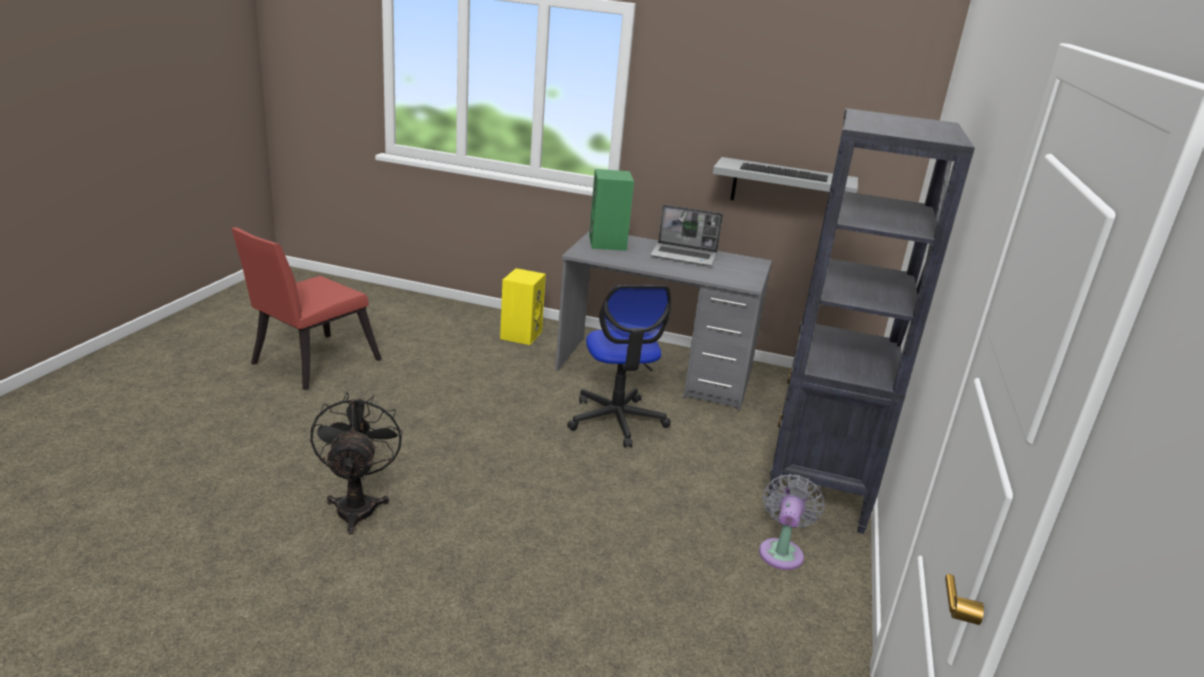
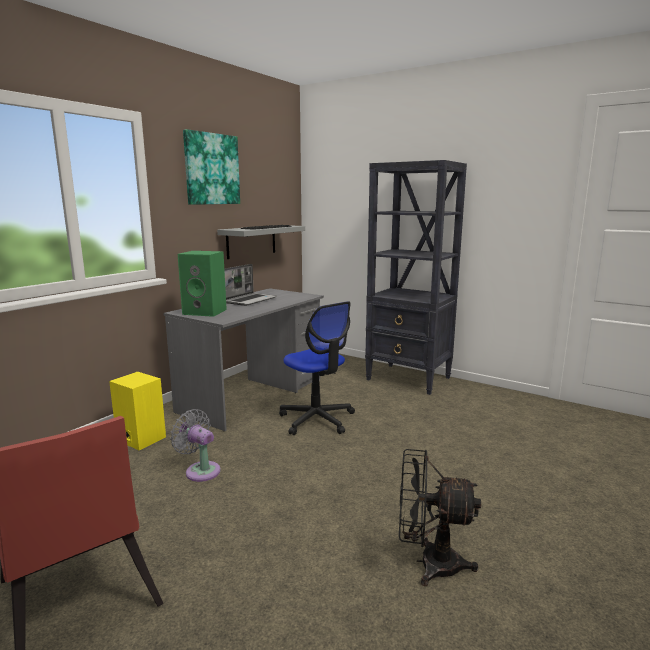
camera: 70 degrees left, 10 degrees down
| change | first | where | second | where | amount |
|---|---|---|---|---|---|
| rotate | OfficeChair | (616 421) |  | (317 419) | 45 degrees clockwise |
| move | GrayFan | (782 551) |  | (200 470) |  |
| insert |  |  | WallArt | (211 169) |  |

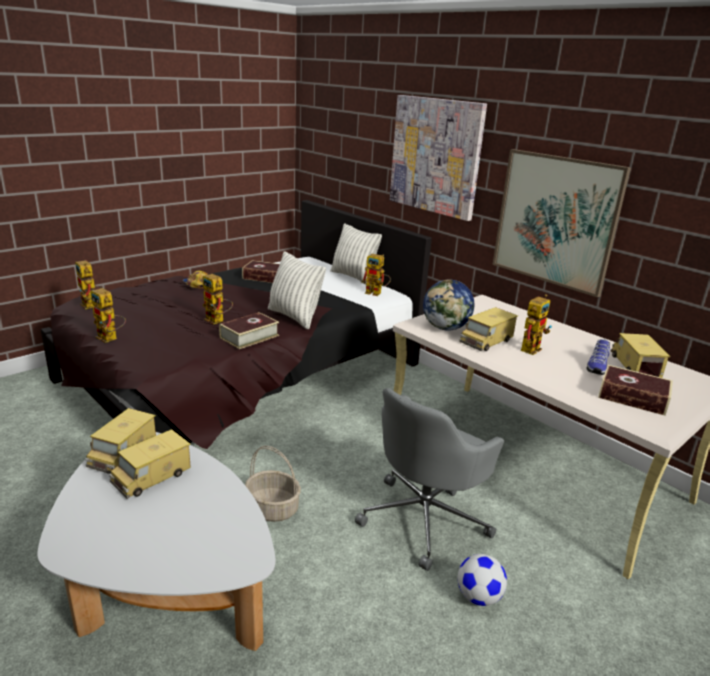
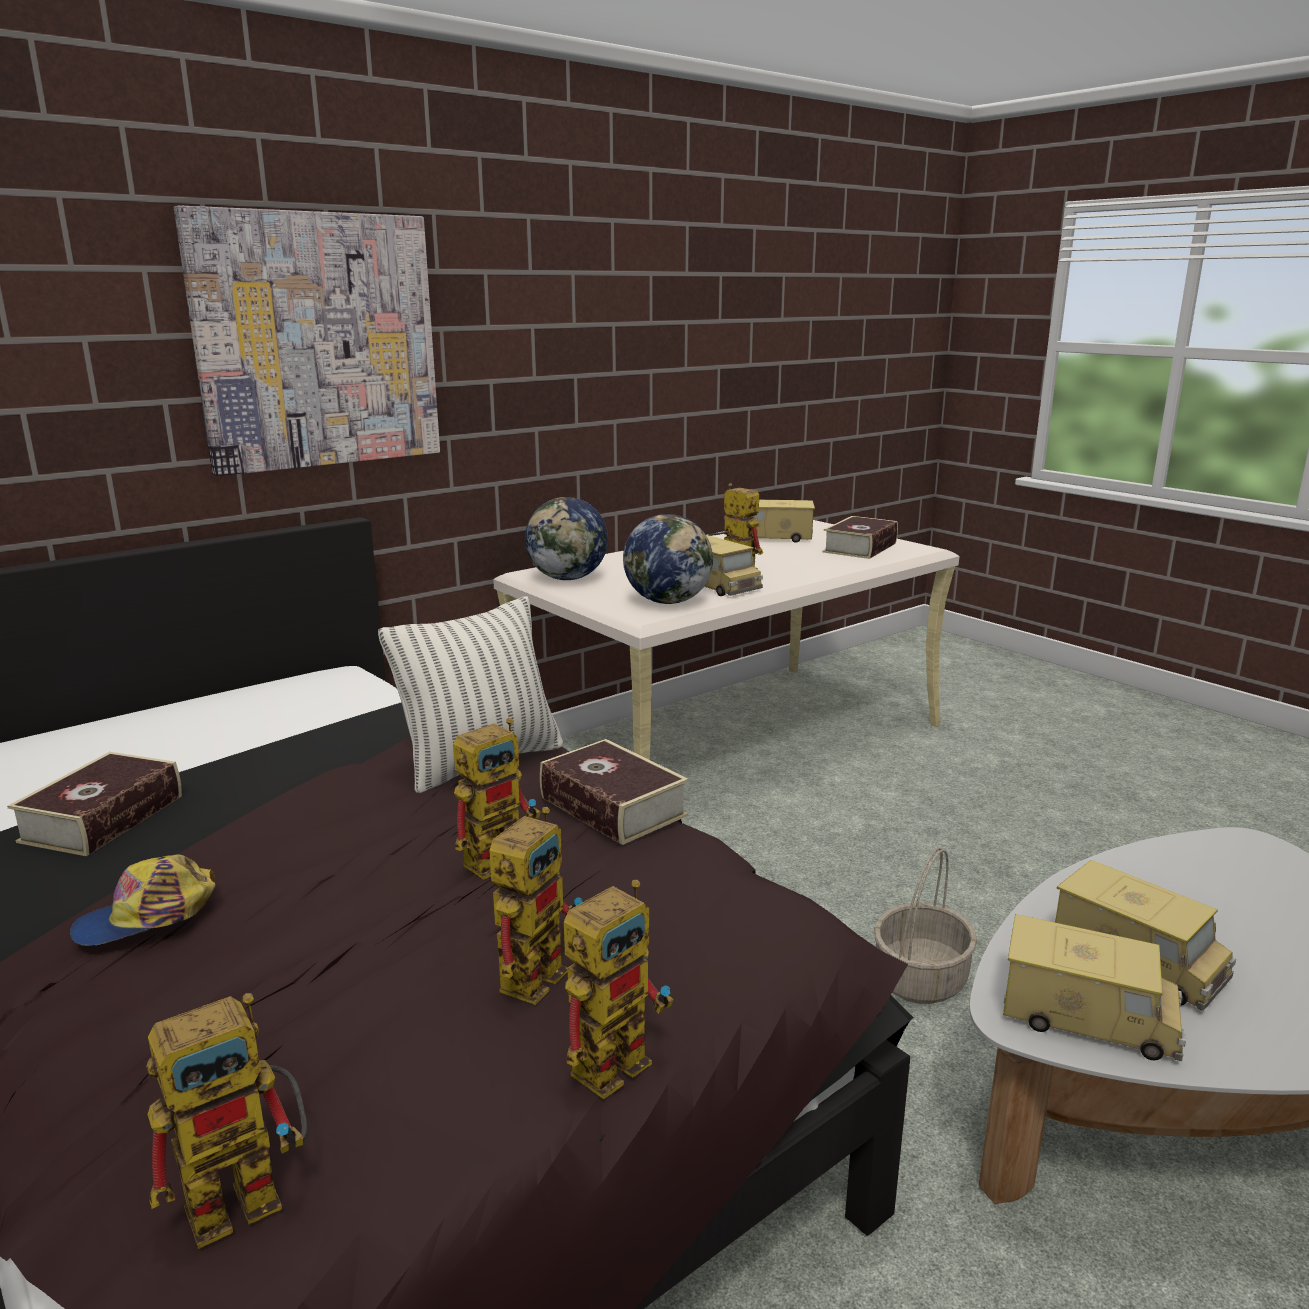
camera: 85 degrees left, 5 degrees down
| change | first | where | second | where | amount |
|---|---|---|---|---|---|
| delete | Pillow | (353 277) |  |  |  |
| delete | GrayOfficeChair | (425 518) |  |  |  |
| move | ModelRobot | (376 293) |  | (537 970) |  |
| delete | BallForFootball | (478 597) |  |  |  |
| delete | WallArt | (555 220) |  |  |  |
| delete | Shoe | (596 366) |  |  |  |
| insert |  |  | Globe | (568 578) |  |

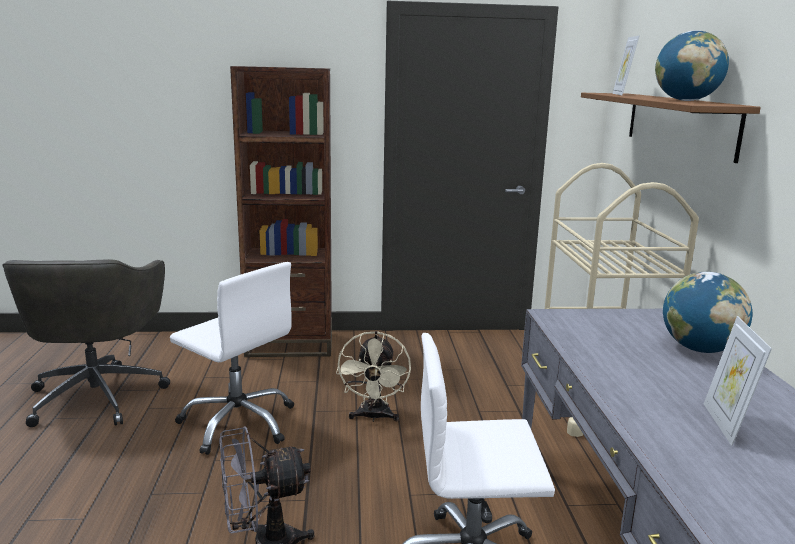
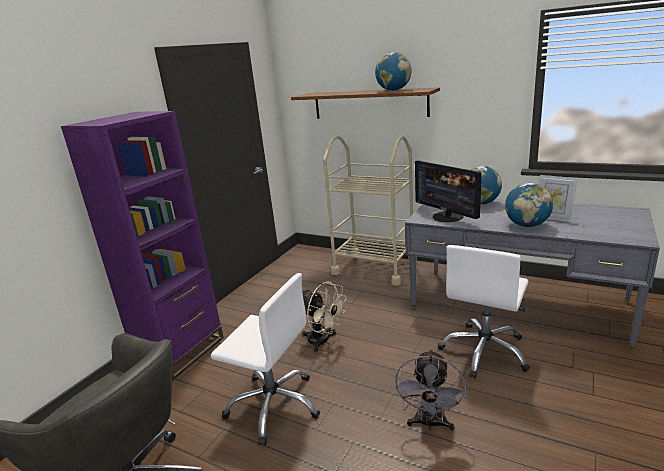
camera: 55 degrees left, 5 degrees up
| change | first | where | second | where | amount |
|---|---|---|---|---|---|
| rotate | WhiteColouredOfficeChair | (238 423) |  | (274 405) | 45 degrees clockwise |
| recolor | BrownishBookcase | (290 345) | PurpleBookcase | (181 352) |  |
| delete | StandingFrame | (621 94) |  |  |  |
| insert |  |  | ComputerScreen | (447 217) |  |
| insert |  |  | Globe | (527 225) |  |

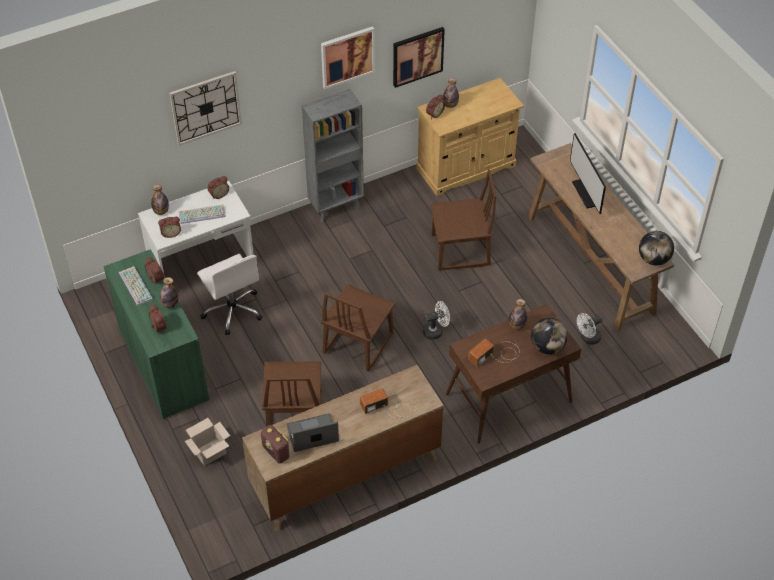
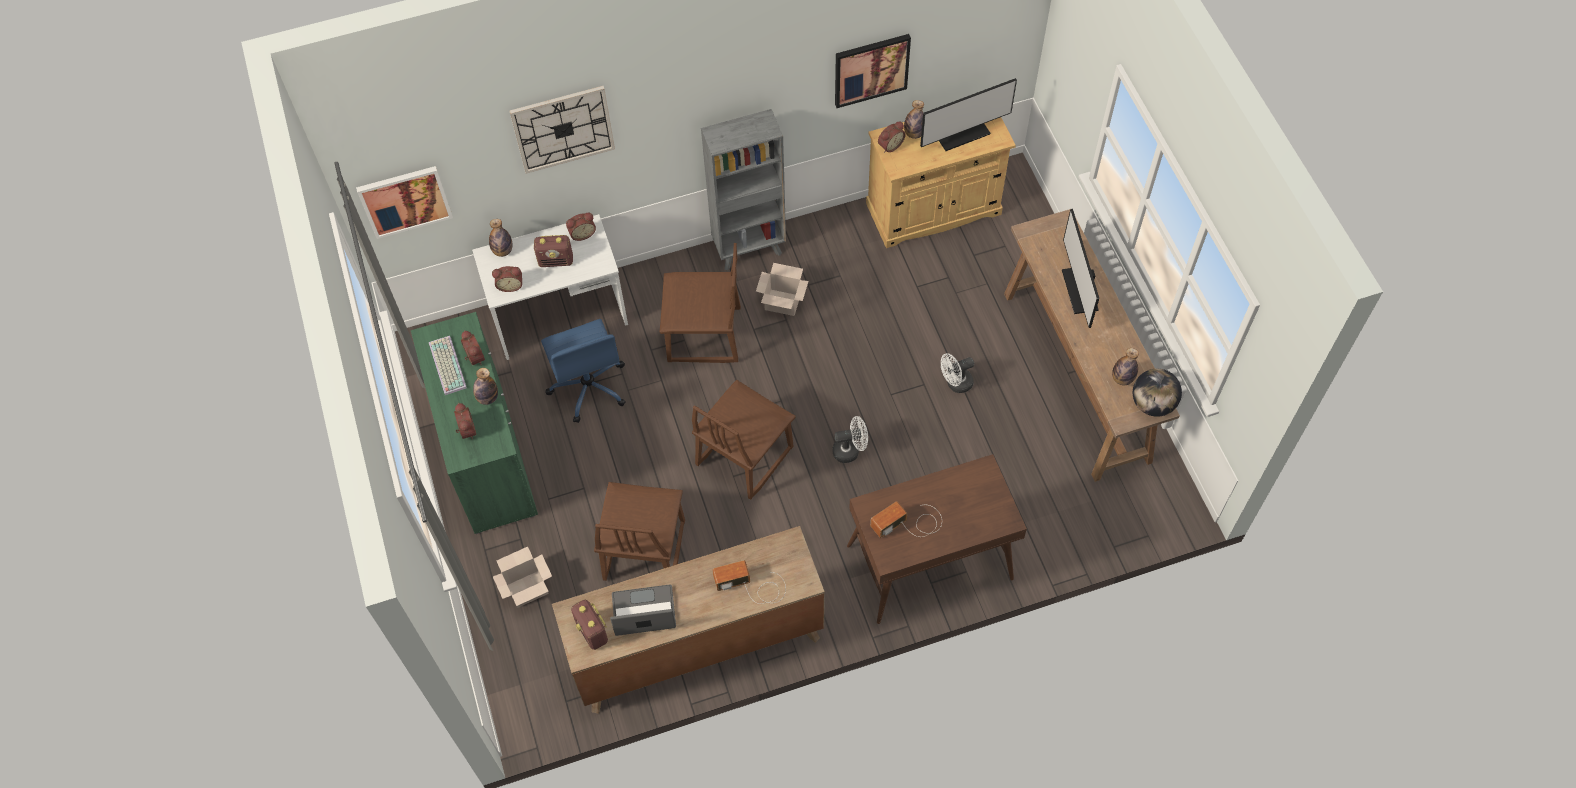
camera: 10 degrees right, 10 degrees up
| change | first | where | second | where | amount |
|---|---|---|---|---|---|
| replace | PcKeyboard | (202 214) | RadioReceiver | (556 261) |  |
| recolor | WhiteColouredOfficeChair | (233 310) | BlueOfficeChair | (589 387) |  |
| move | WallArt | (347 56) |  | (405 200) |  |
| move | BrownishChair | (460 251) |  | (704 336) |  |
| move | BeverageBottle | (516 326) |  | (1122 379) |  |
| delete | Globe | (547 347) |  |  |  |
| move | WhiteColouredFan | (588 338) |  | (955 384) |  |
| insert |  |  | CardboardBox | (783 302) |  |
| insert |  |  | ComputerScreen | (962 134) |  |

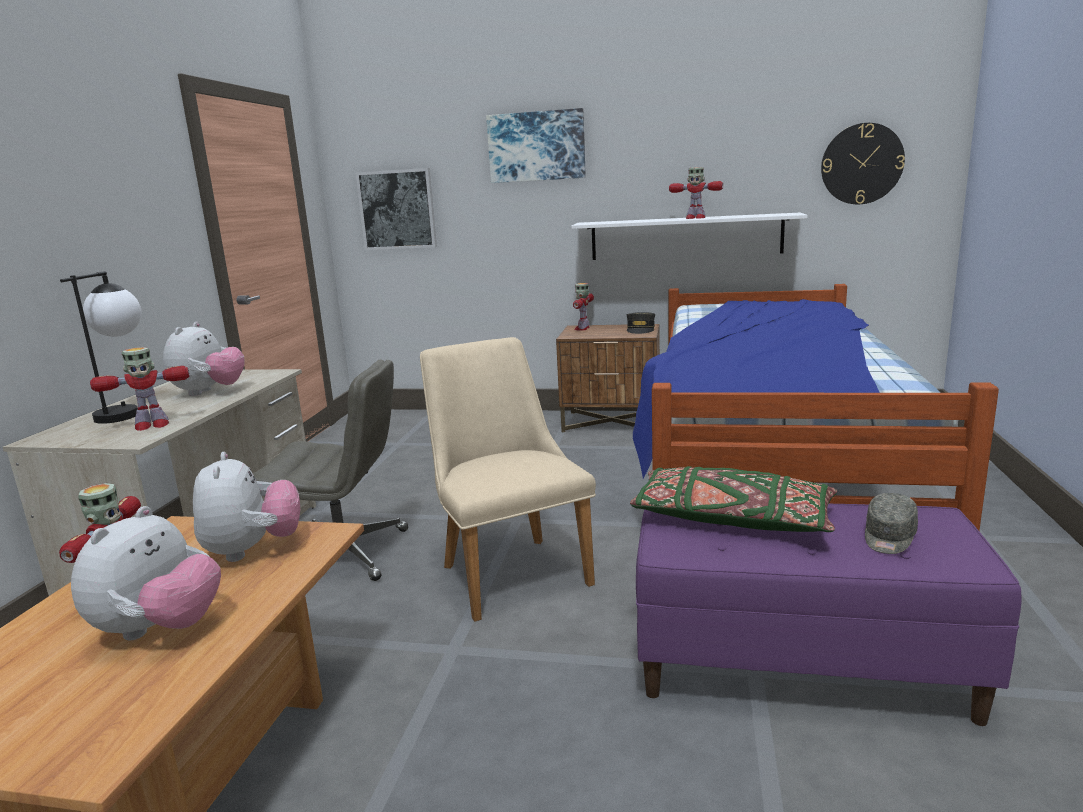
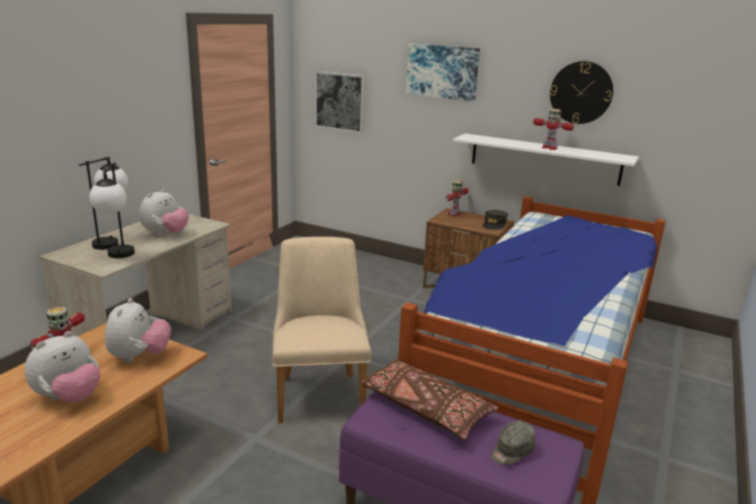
camera: 15 degrees right, 5 degrees up
| change | first | where | second | where | amount |
|---|---|---|---|---|---|
| replace | ModelRobot | (151 425) | TabletopLamp | (118 257) |  |
| delete | GrayOfficeChair | (345 554) |  |  |  |
| recolor | GreenishPillow | (731 519) | BrownishPillow | (425 408) |  |
| move | ClockOnTheWall | (862 164) |  | (581 92) |  |

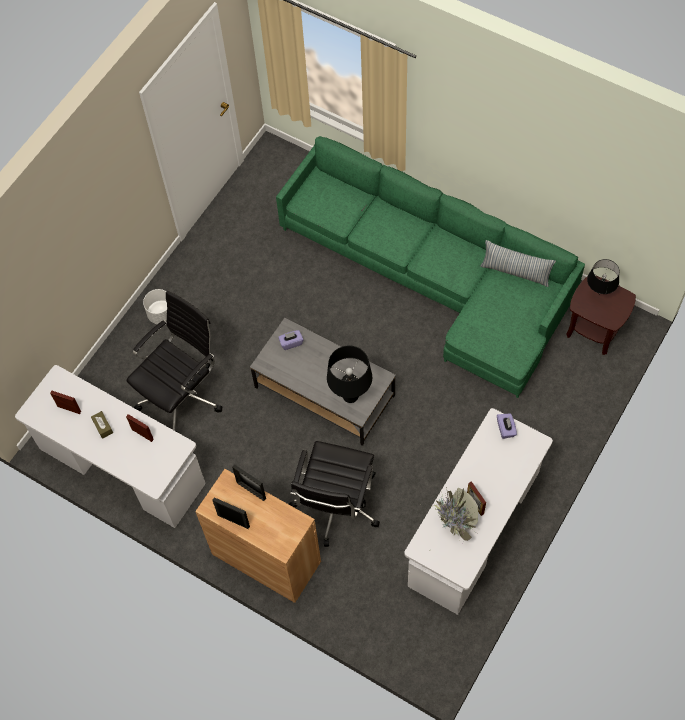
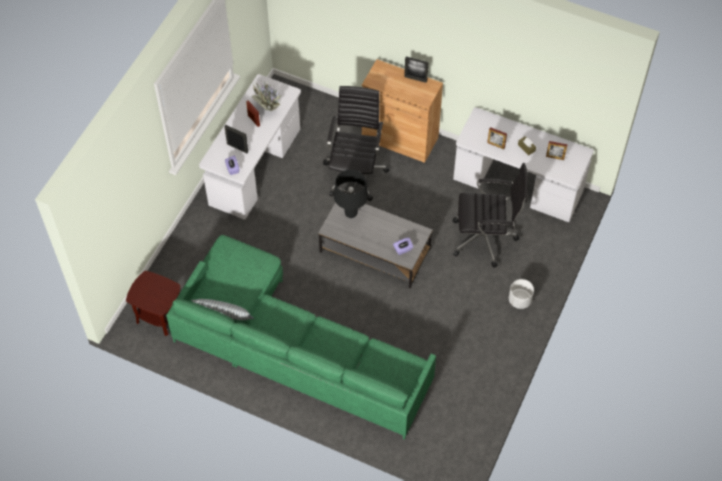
camera: 170 degrees right, 5 degrees down
| change | first | where | second | where | amount |
|---|---|---|---|---|---|
| rotate | BlackishOfficeChair | (182 395) |  | (485 238) | 120 degrees counterclockwise |
| move | StandingFrame | (251 490) |  | (237 148) |  |
| delete | BlackishTabletopLamp | (598 295) |  |  |  |

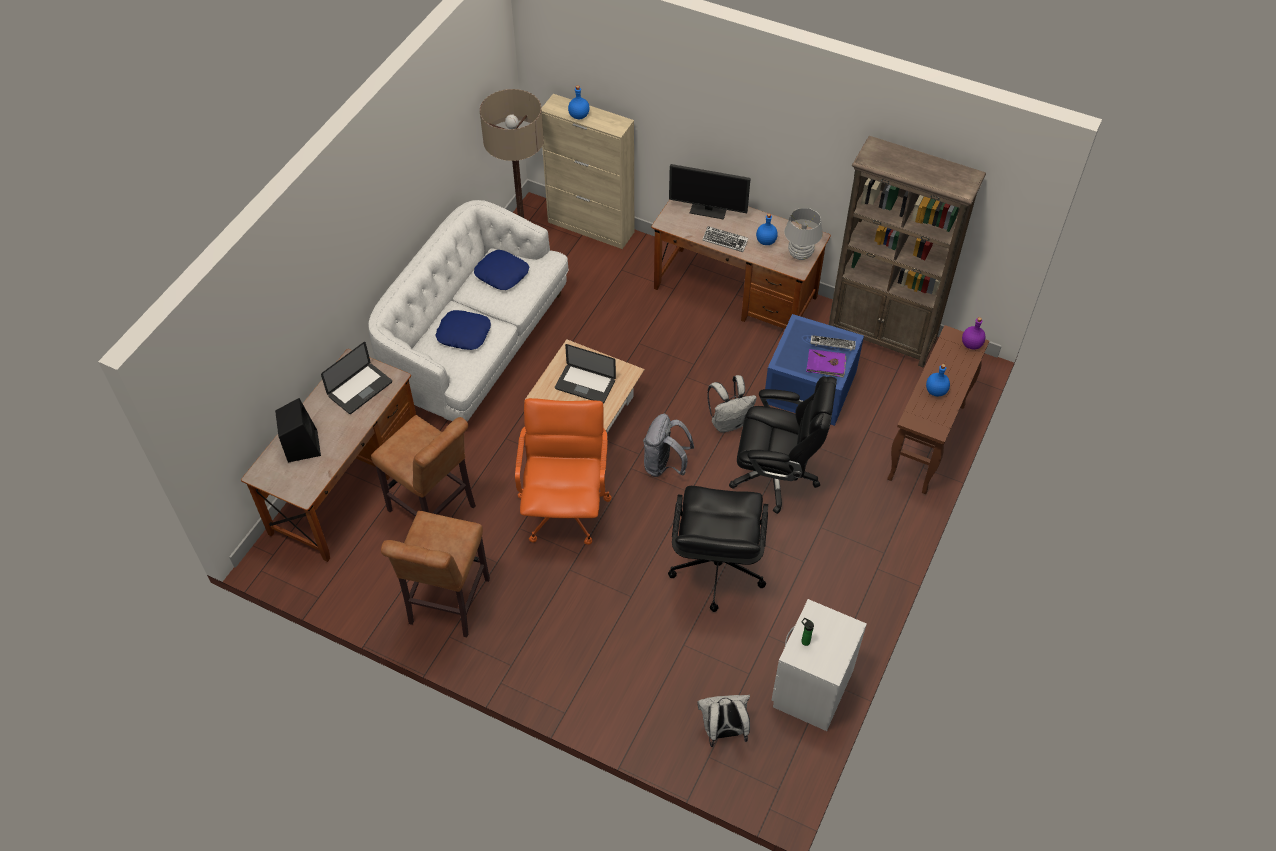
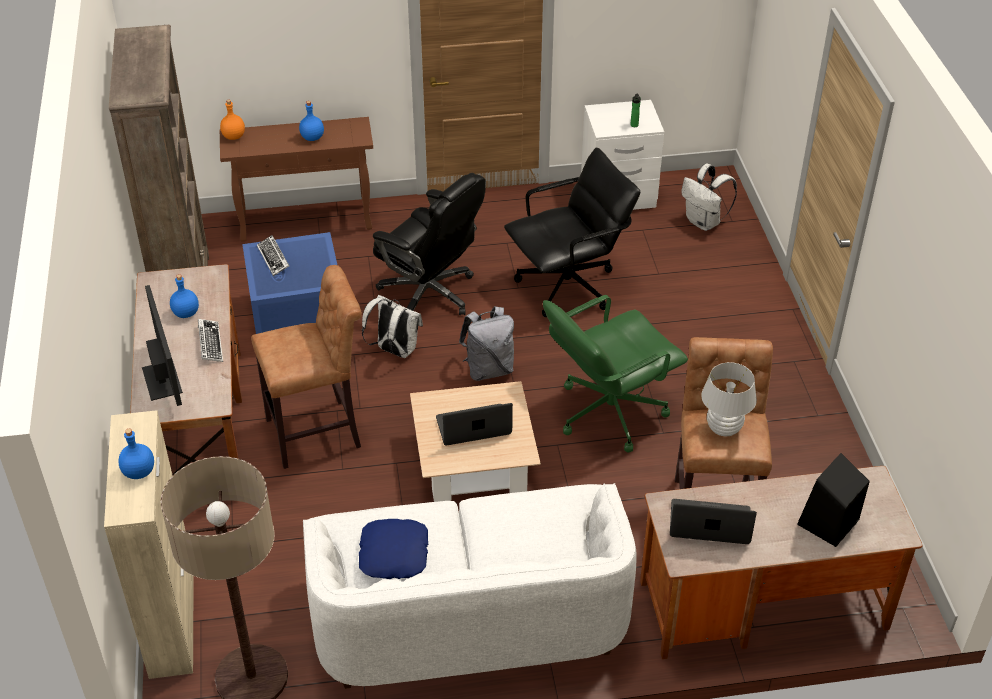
camera: 125 degrees left, 10 degrees down
| change | first | where | second | where | amount |
|---|---|---|---|---|---|
| move | BrownishStoolSeat | (447 605) |  | (319 432) |  |
| delete | BluePillow | (464 333) |  |  |  |
| recolor | OrangeColouredOfficeChair | (565 509) | GreenishOfficeChair | (608 412) |  |
| rotate | Laptop | (585 385) |  | (473 426) | 90 degrees counterclockwise |
| rotate | BlackishOfficeChair | (776 475) |  | (430 294) | 150 degrees clockwise |
| move | WhiteColouredTabletopLamp | (800 254) |  | (723 428) |  |
| delete | PurpleBook | (826 364) |  |  |  |
| recolor | PurpleBeverageBottle | (971 345) | OrangeColouredBeverageBottle | (234 136) |  |

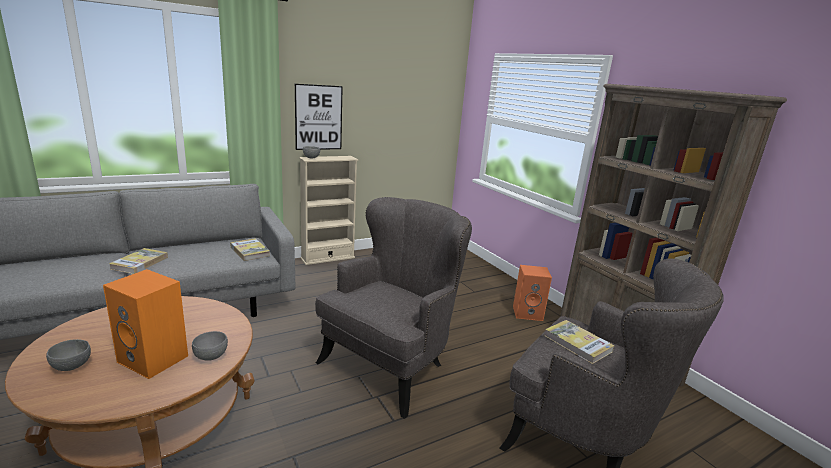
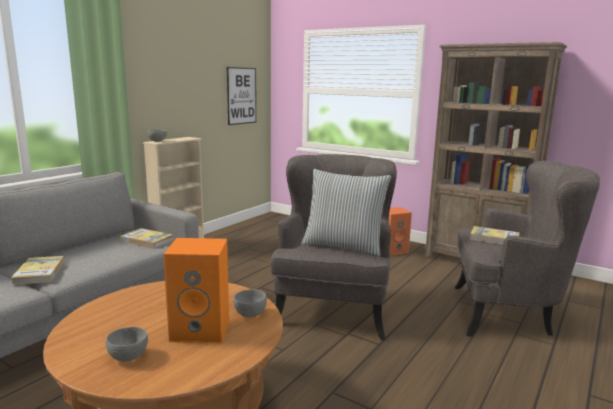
camera: 25 degrees left, 5 degrees down
| change | first | where | second | where | amount |
|---|---|---|---|---|---|
| move | WallArt | (318 117) |  | (241 96) |  |
| insert |  |  | Pillow | (343 246) |  |

